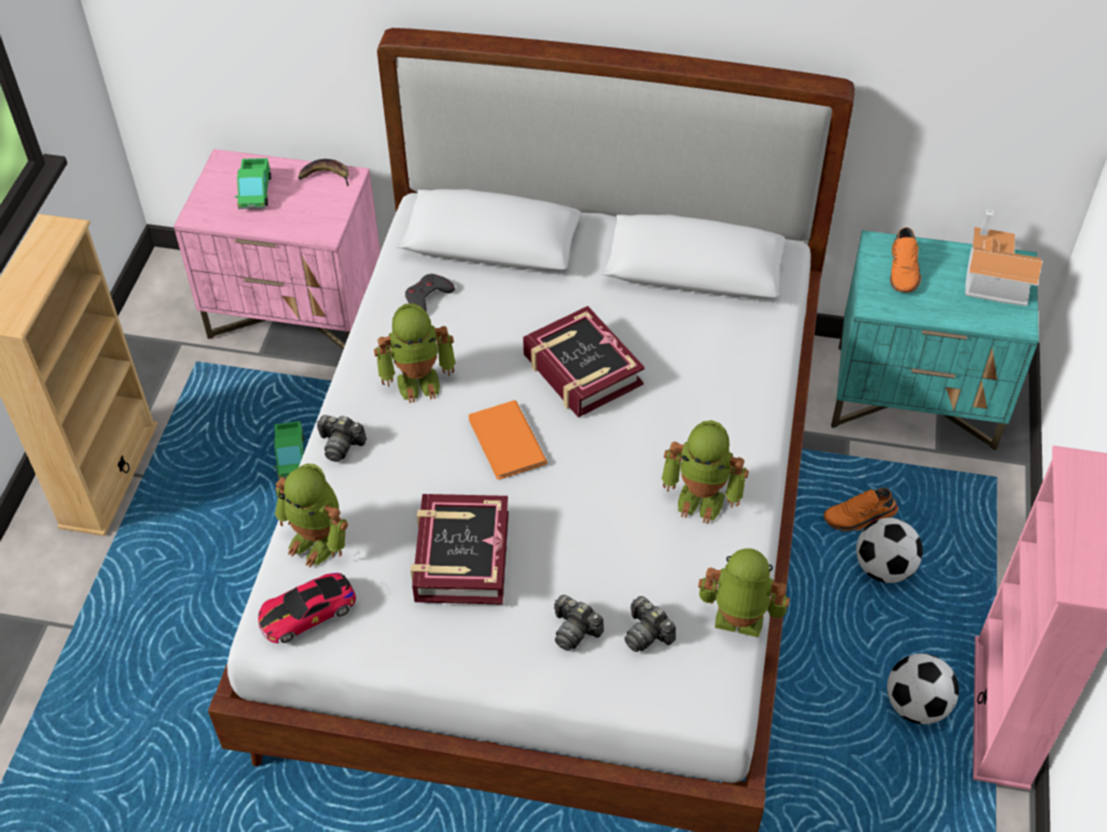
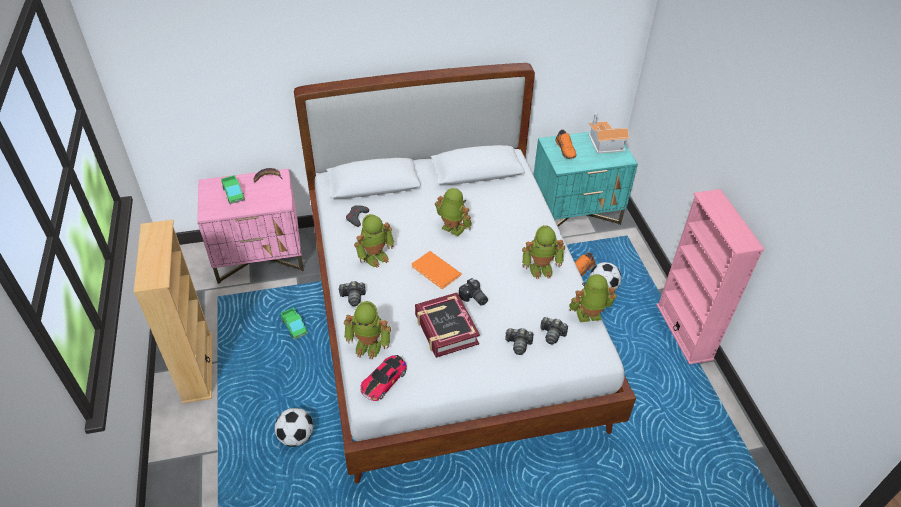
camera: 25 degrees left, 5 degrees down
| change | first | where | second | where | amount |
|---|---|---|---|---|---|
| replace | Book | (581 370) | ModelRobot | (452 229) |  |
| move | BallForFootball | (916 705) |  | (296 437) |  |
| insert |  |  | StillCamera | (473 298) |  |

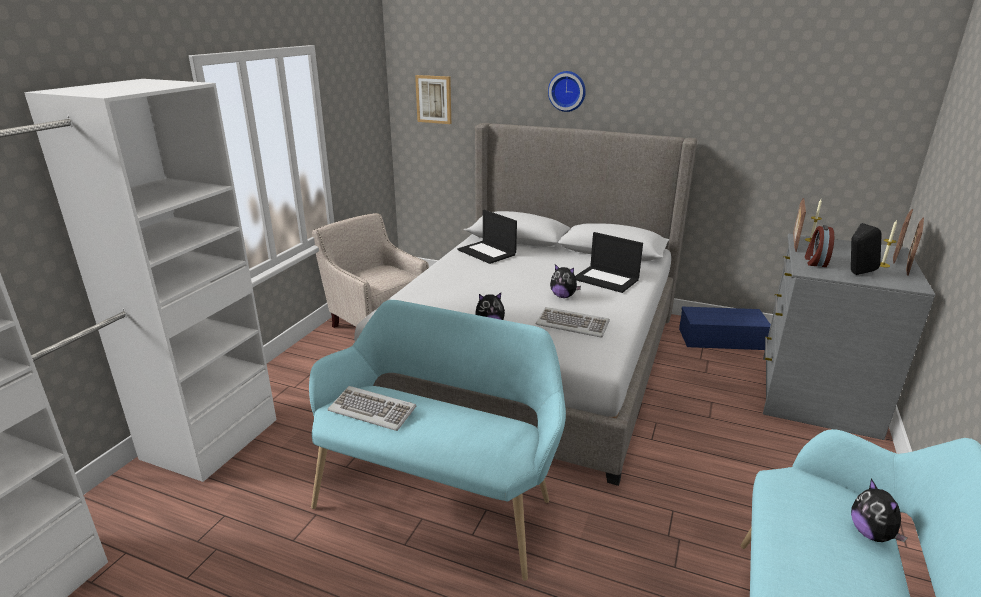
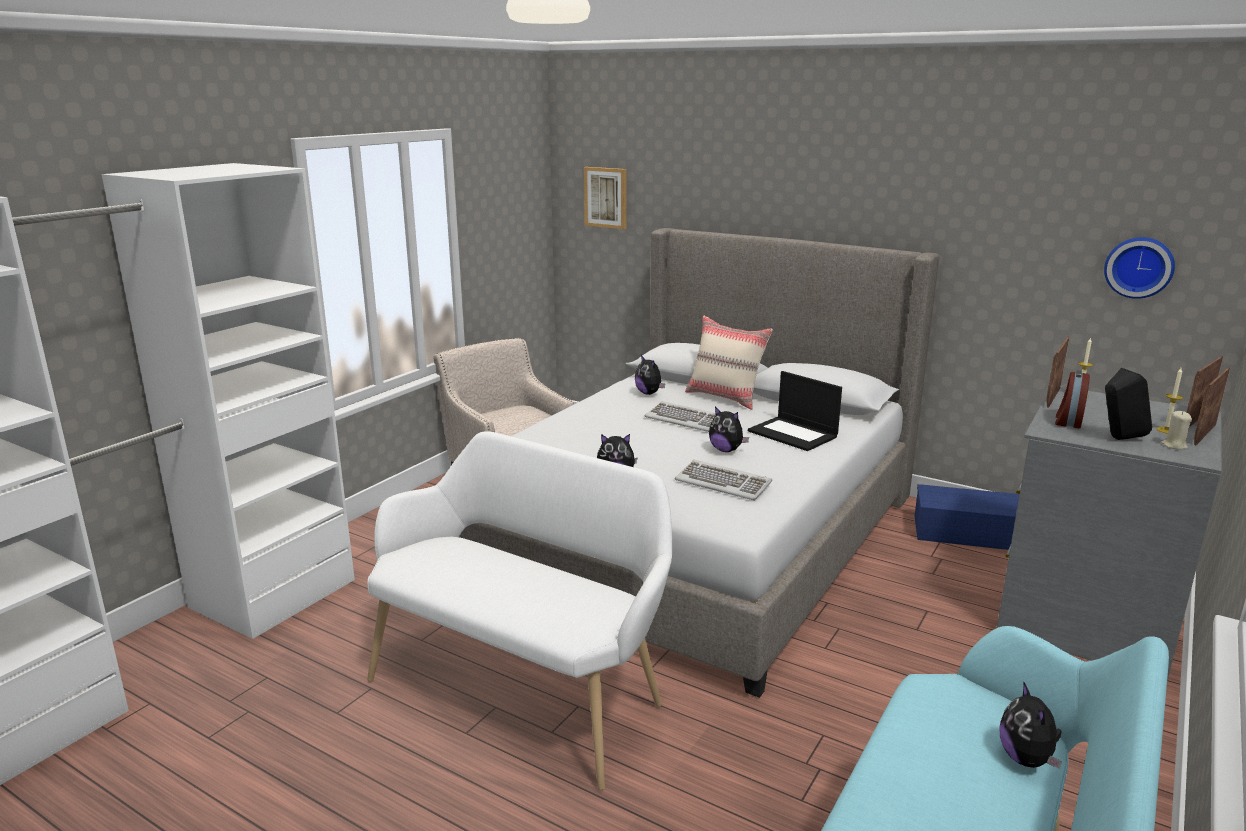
camera: 10 degrees right, 5 degrees down
| change | first | where | second | where | amount |
|---|---|---|---|---|---|
| recolor | TurquoiseColouredIndoorBench | (440 499) | WhiteColouredIndoorBench | (524 688) |  |
| move | PcKeyboard | (373 410) |  | (685 420) |  |
| replace | Laptop | (487 252) | PlushToy | (649 393) |  |
| move | ClockOnTheWall | (567 91) |  | (1139 267) |  |
| insert |  |  | BeigeColouredPillow | (725 397) |  |
| insert |  |  | BeigeColouredWaxLight | (1174 446) |  |

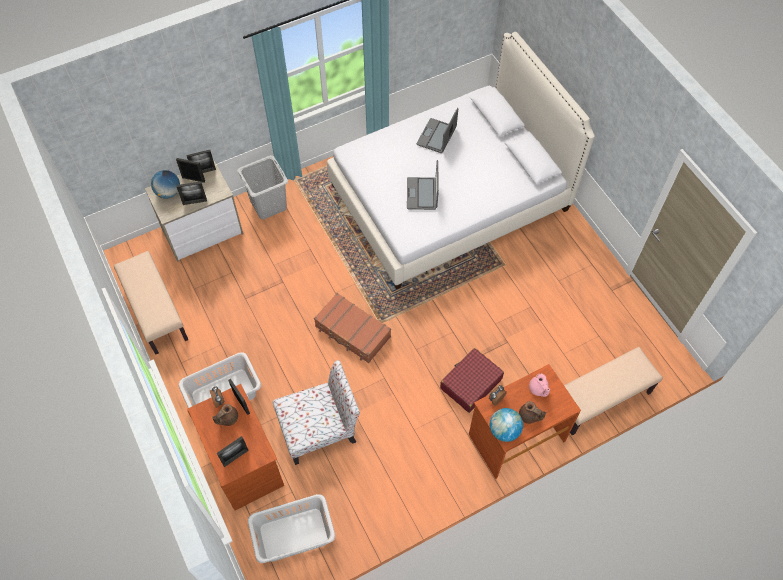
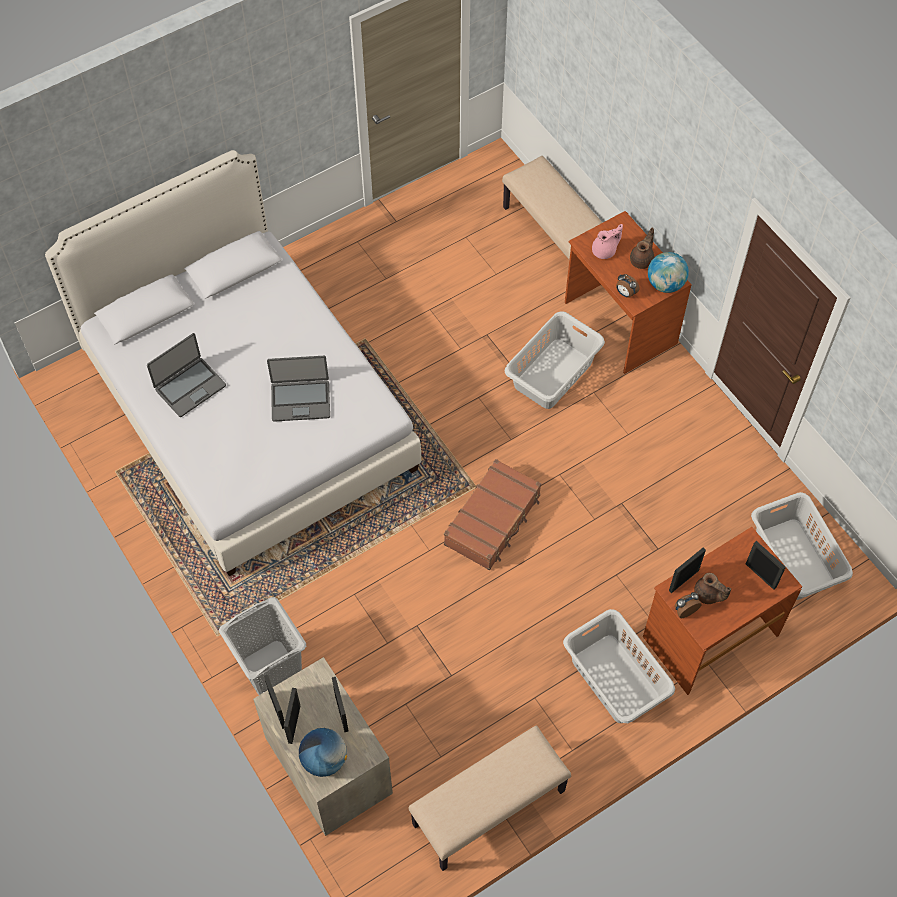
camera: 95 degrees left, 0 degrees up
| change | first | where | second | where | amount |
|---|---|---|---|---|---|
| delete | Chair | (319 428) |  |  |  |
| rotate | Laptop | (437 136) |  | (190 387) | 60 degrees counterclockwise |
| replace | RedSuitcase | (470 384) | GrayWashingBasket | (553 374) |  |

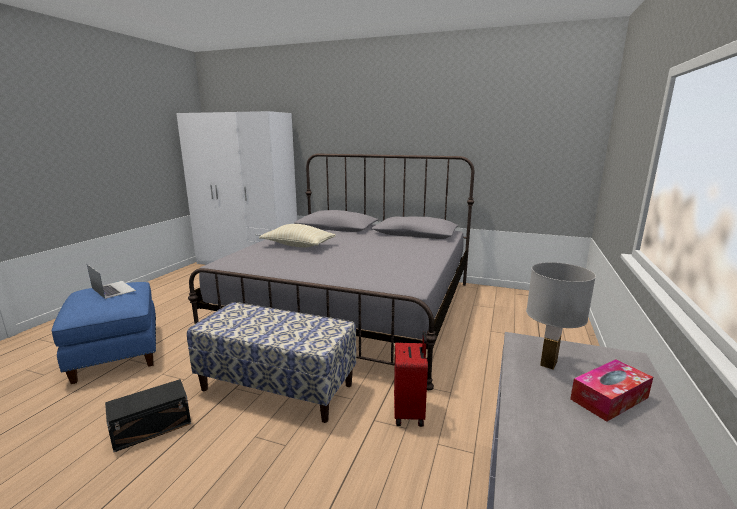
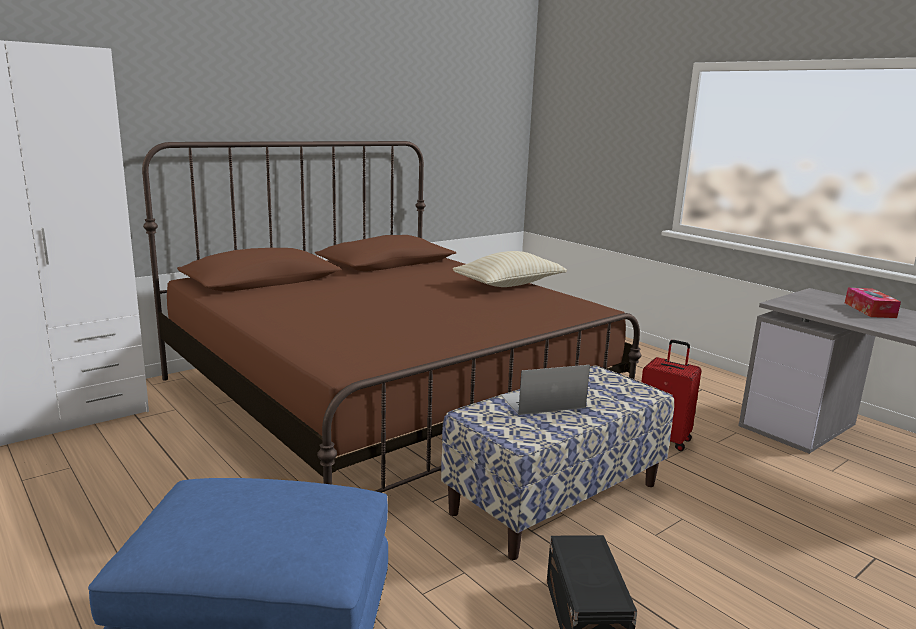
camera: 60 degrees left, 0 degrees up
| change | first | where | second | where | amount |
|---|---|---|---|---|---|
| move | Laptop | (113 289) |  | (542 401) |  |
| recolor | GrayBedroomBed | (351 308) | BrownishBedroomBed | (387 397) |  |
| move | BeigeColouredPillow | (298 245) |  | (509 285) |  |
| delete | WhiteColouredTabletopLamp | (549 364) |  |  |  |

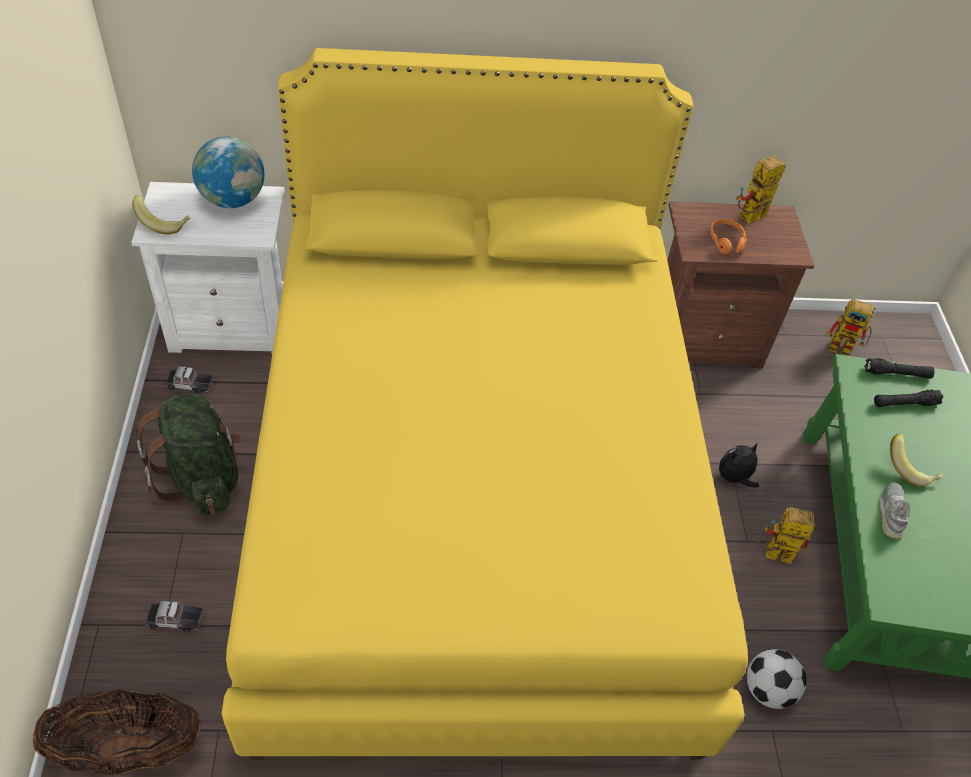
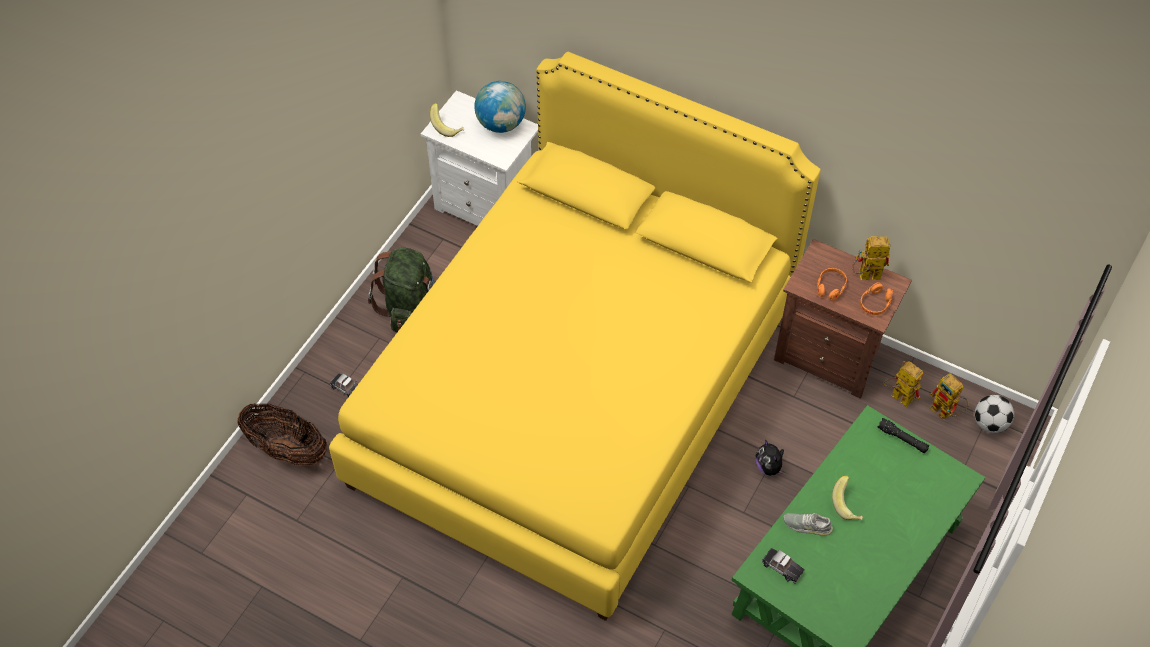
camera: 35 degrees right, 5 degrees up
| change | first | where | second | where | amount |
|---|---|---|---|---|---|
| move | ModelCar | (189 384) |  | (782 567) |  |
| rotate | PlushToy | (734 478) |  | (769 467) | 120 degrees counterclockwise |
| move | BallForFootball | (768 690) |  | (990 423) |  |
| move | ModelRobot | (771 554) |  | (897 396) |  |
| delete | BlackishTorch | (904 404) |  |  |  |
| rotate | GrayShoe | (892 513) |  | (807 525) | 120 degrees counterclockwise |
| insert |  |  | OrangeColouredHeadset | (875 303) |  |

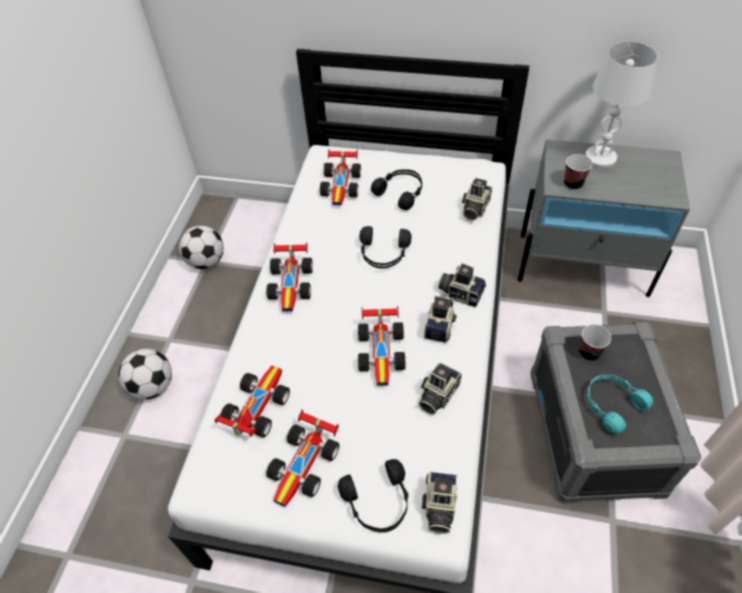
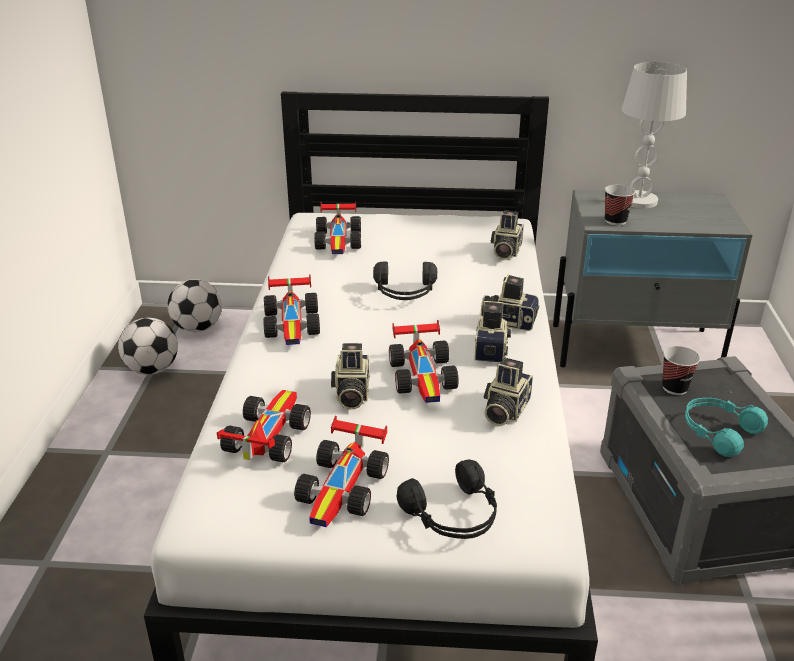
camera: 10 degrees left, 20 degrees down
| change | first | where | second | where | amount |
|---|---|---|---|---|---|
| move | BallForFootball | (153 386) |  | (198 328) |  |
| delete | BlackishHeadset | (401 193) |  |  |  |
| move | StillCamera | (438 507) |  | (351 394) |  |

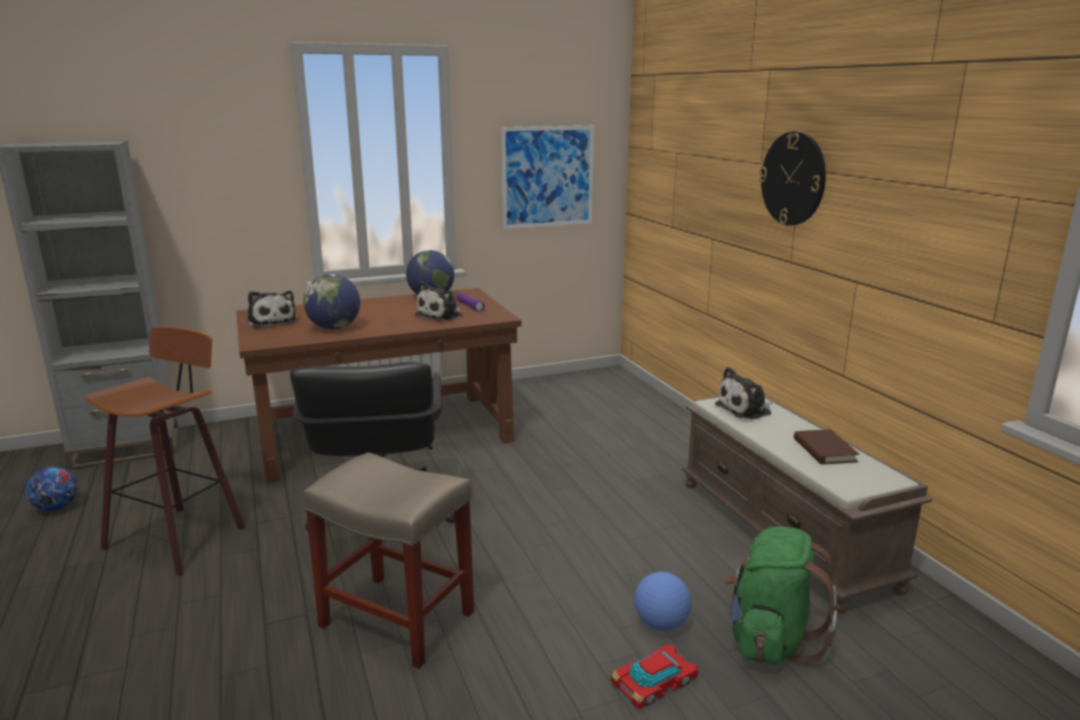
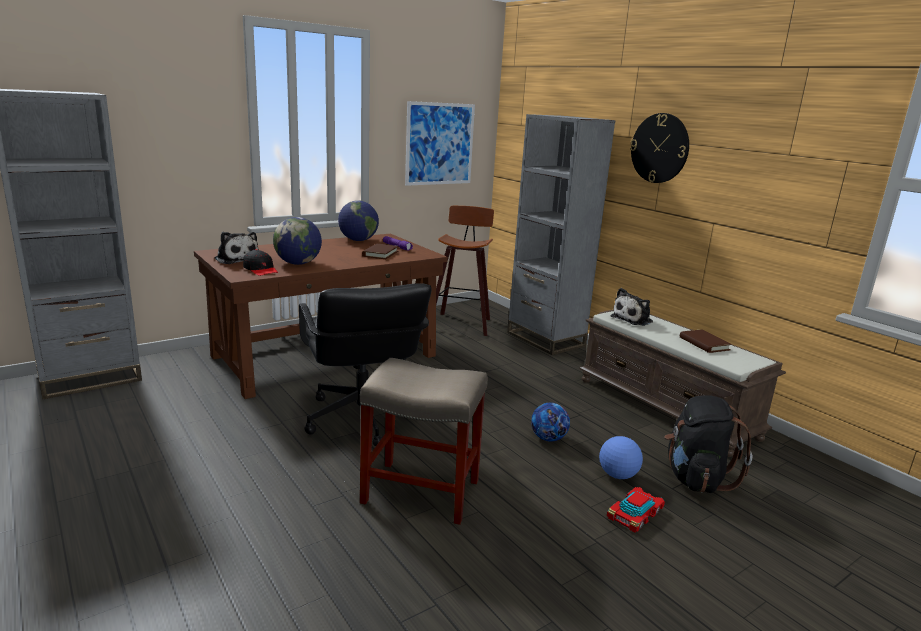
camera: 15 degrees left, 0 degrees up
| change | first | where | second | where | amount |
|---|---|---|---|---|---|
| move | BallForFootball | (56 508) |  | (548 438) |  |
| move | StoolSeat | (180 536) |  | (461 323) |  |
| replace | PlushToy | (441 315) | BrownishBook | (380 254) |  |
| recolor | GreenishRucksack | (770 640) | BlackishRucksack | (695 478) |  |
| insert |  |  | BlackishCap | (260 270) |  |
| insert |  |  | GrayBookcase | (545 339) |  |

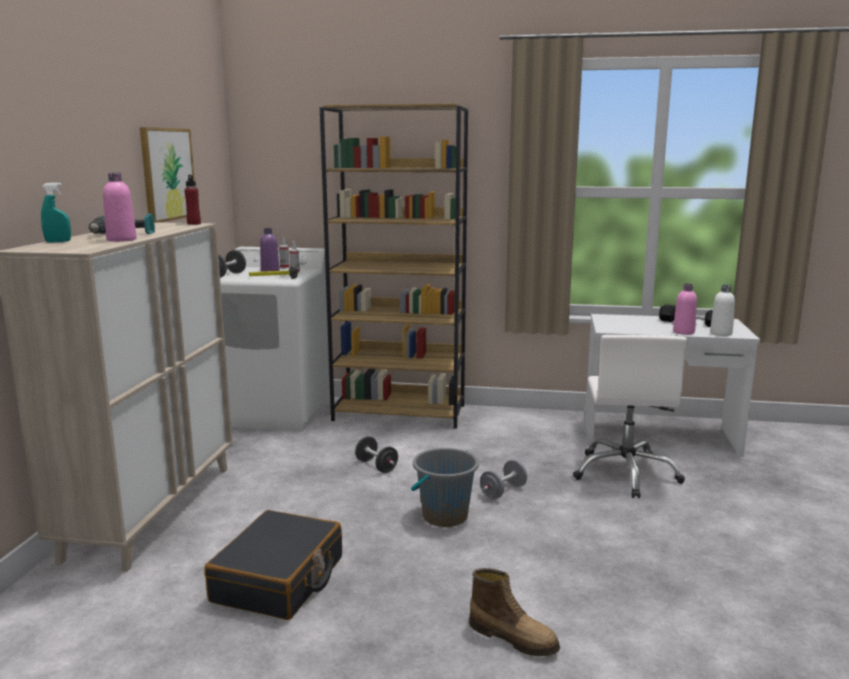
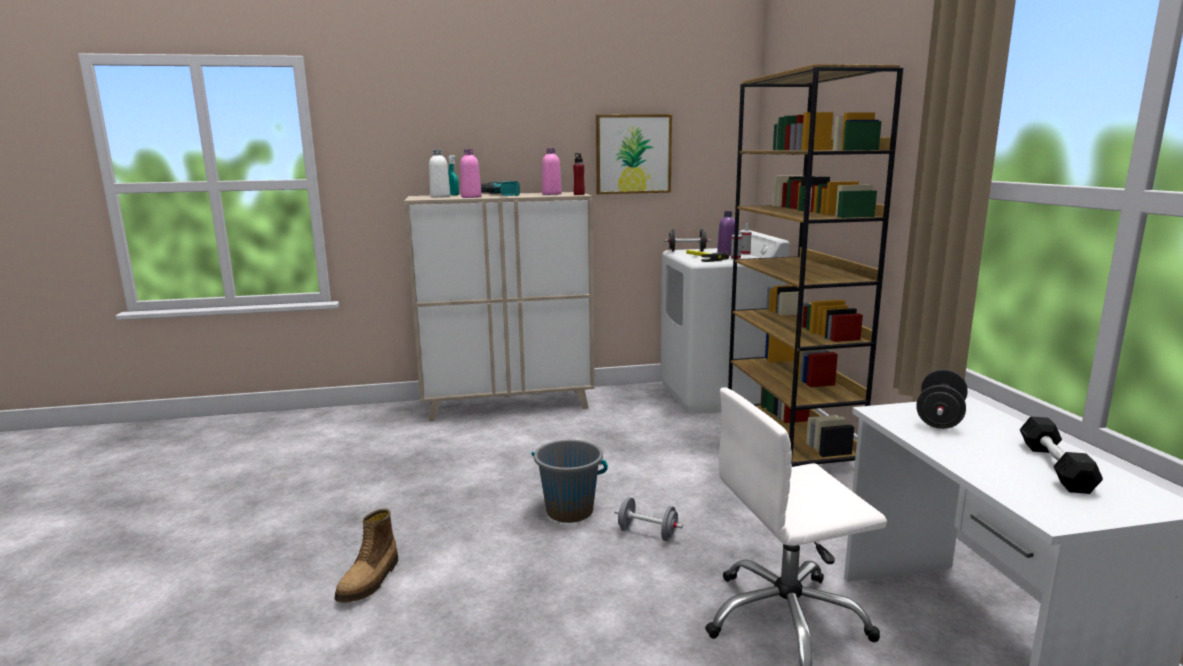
camera: 70 degrees right, 0 degrees up
| change | first | where | second | where | amount |
|---|---|---|---|---|---|
| delete | BlackishSuitcase | (279 580) |  |  |  |
| move | BlackishFreeWeight | (376 466) |  | (940 417) |  |
| move | PinkishBeverageBottle | (683 332) |  | (551 194) |  |
| move | WhiteColouredBeverageBottle | (721 333) |  | (440 197) |  |

